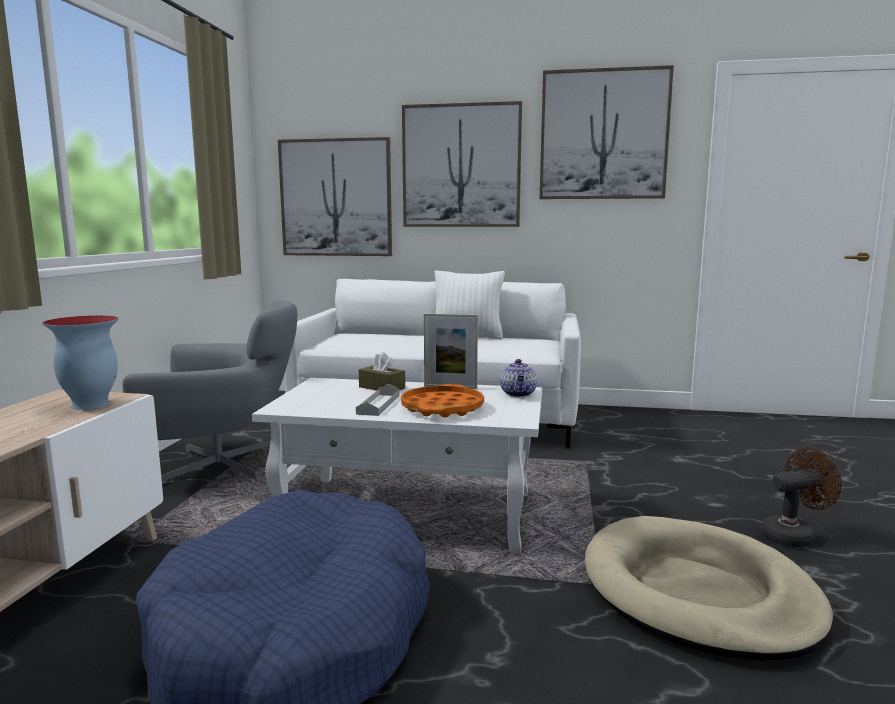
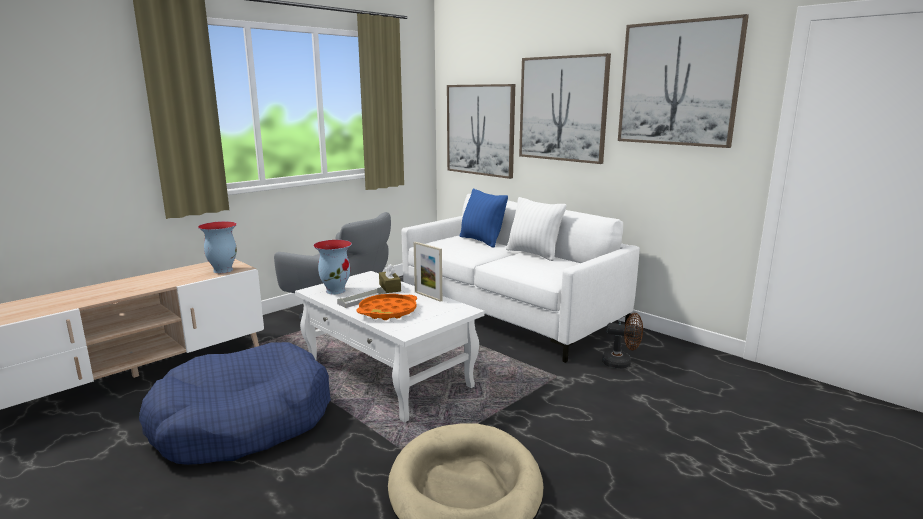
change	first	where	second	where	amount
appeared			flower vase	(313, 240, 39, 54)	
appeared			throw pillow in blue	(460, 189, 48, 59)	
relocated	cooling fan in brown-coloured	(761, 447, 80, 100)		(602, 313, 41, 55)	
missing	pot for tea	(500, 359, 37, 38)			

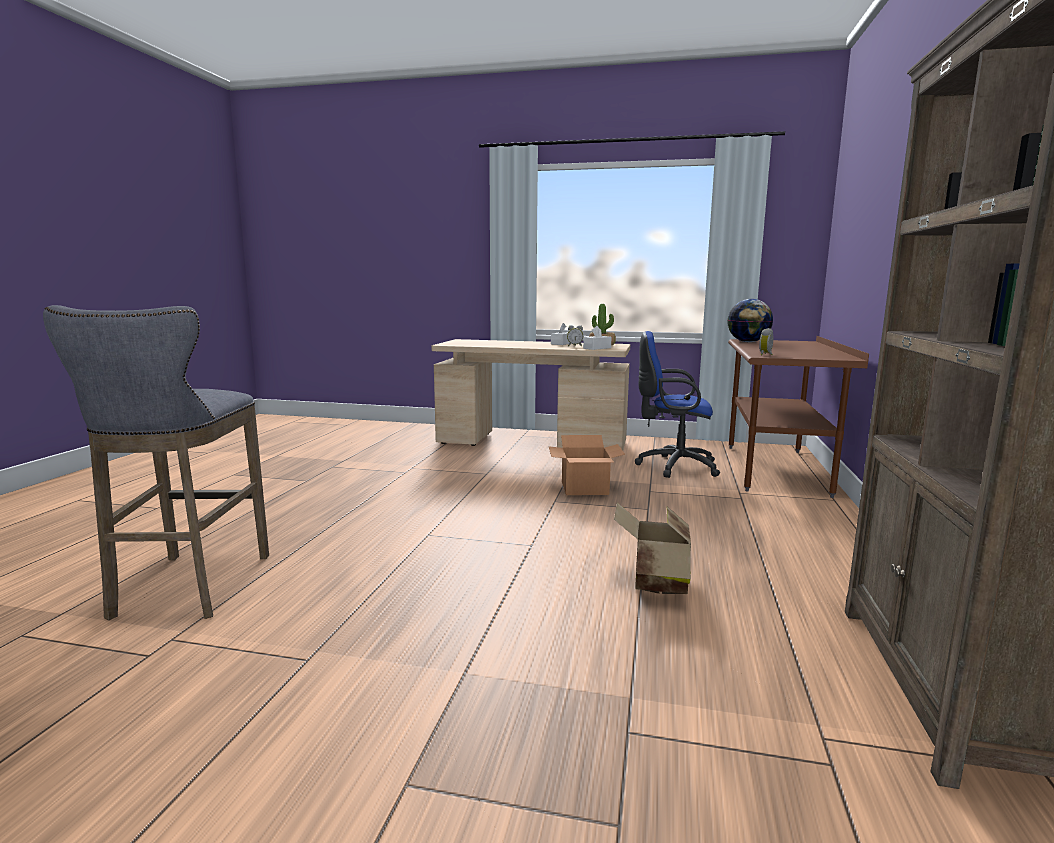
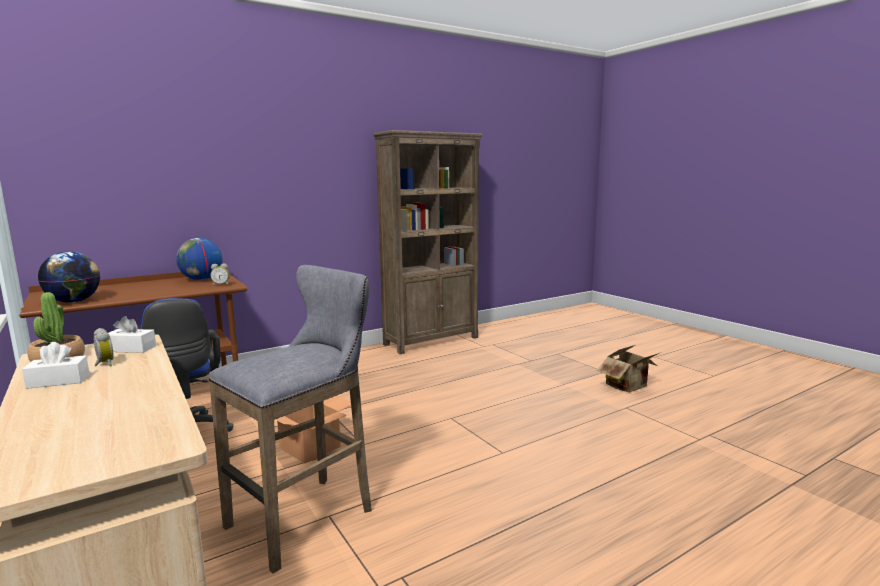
change	first	where	second	where	amount
appeared			world globe	(176, 238, 47, 42)	
relocated	stool seat in grey	(43, 305, 226, 315)		(209, 265, 163, 308)	
relocated	carton	(614, 503, 77, 91)		(597, 345, 65, 48)	

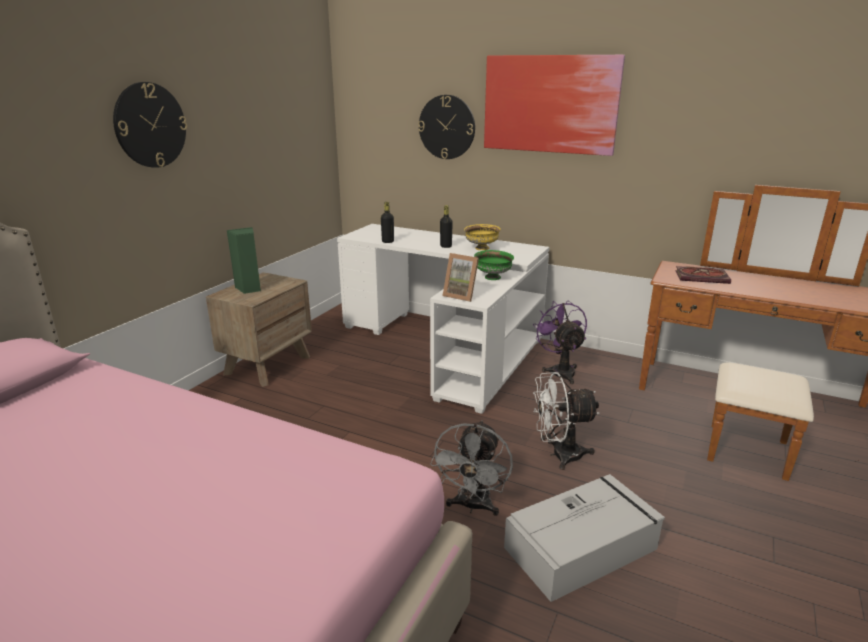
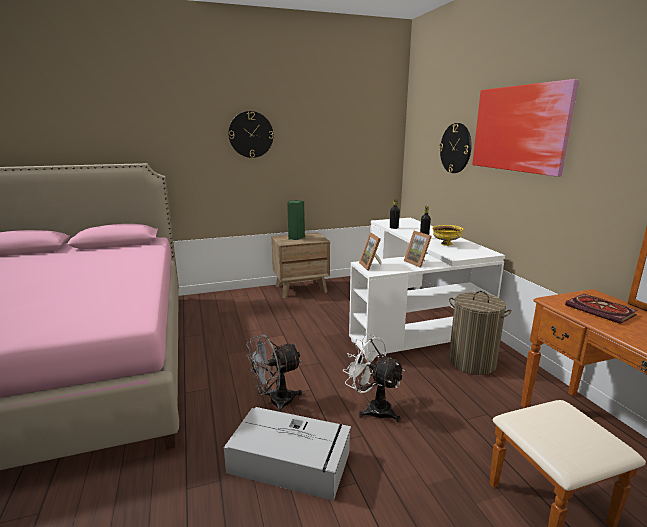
change	first	where	second	where	amount
exchanged	serving bowl in green	(474, 250, 40, 30)	picture frame	(404, 231, 28, 37)	
exchanged	cooling fan in purple	(533, 301, 54, 83)	laundry basket	(449, 291, 63, 84)	

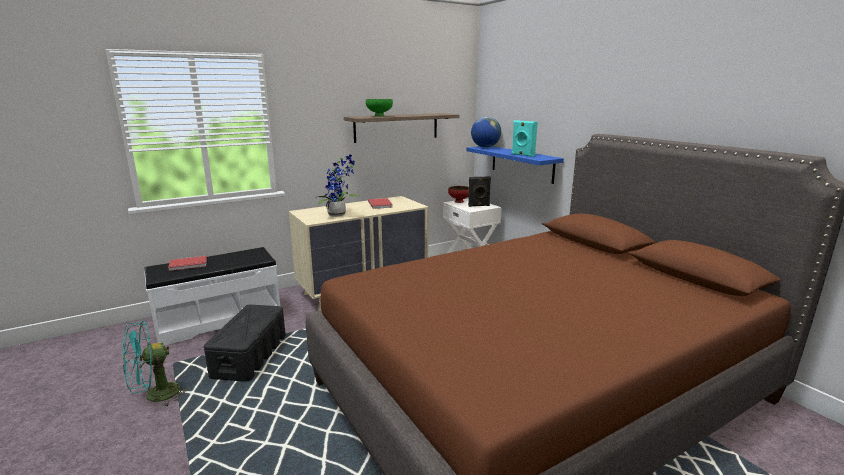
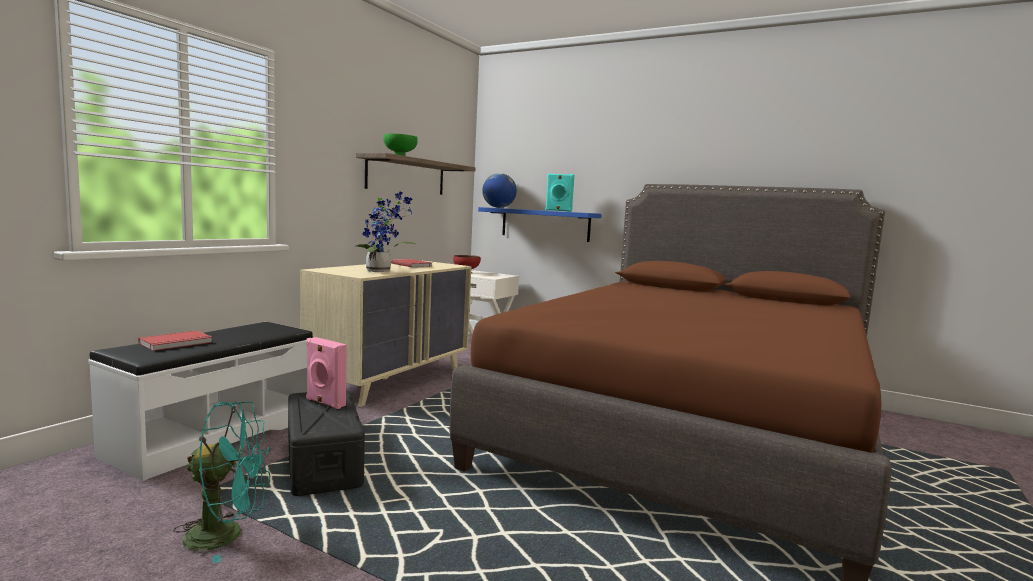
change	first	where	second	where	amount
spun	cooling fan in turquoise	(122, 321, 69, 87)		(173, 401, 97, 162)	120 degrees counterclockwise
appeared			audio speaker in pink-coloured	(306, 337, 41, 72)	
missing	audio speaker in blackish	(468, 177, 23, 30)			

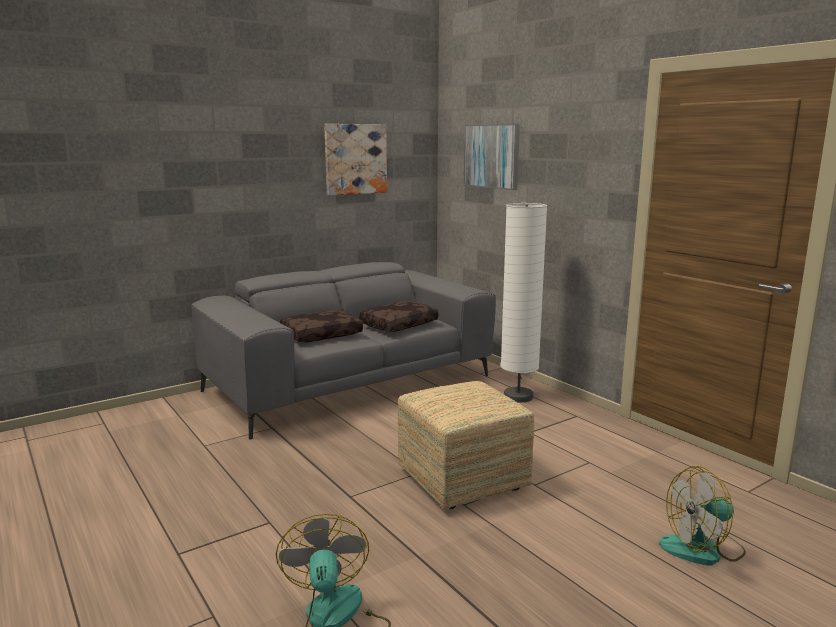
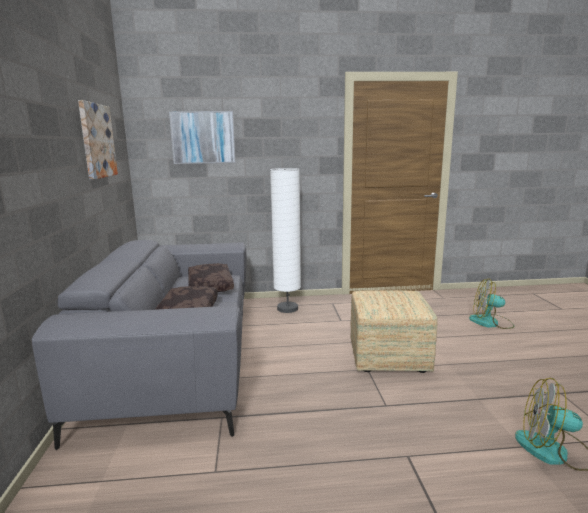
change	first	where	second	where	amount
spun	cooling fan	(659, 466, 87, 99)		(469, 279, 45, 50)	90 degrees clockwise

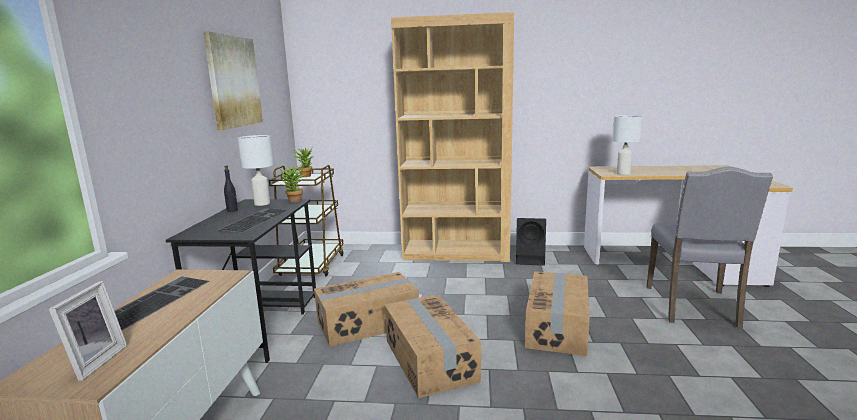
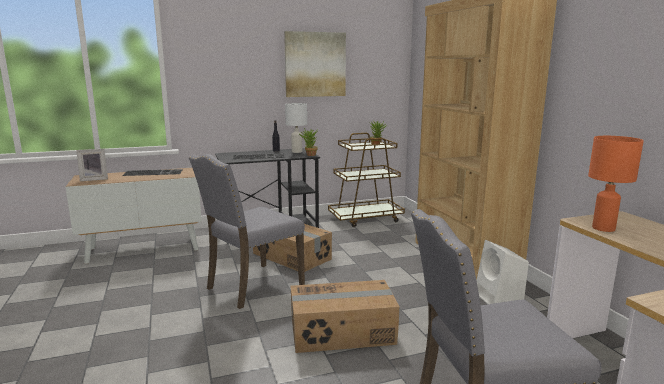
change	first	where	second	where	amount
exchanged	carton	(385, 295, 96, 103)	chair in grey	(189, 154, 116, 155)	
colour	audio speaker in blackish	(516, 218, 30, 48)	audio speaker in white	(476, 240, 53, 64)	
colour	tabletop lamp in white	(612, 115, 30, 60)	tabletop lamp in orange	(588, 136, 56, 96)	

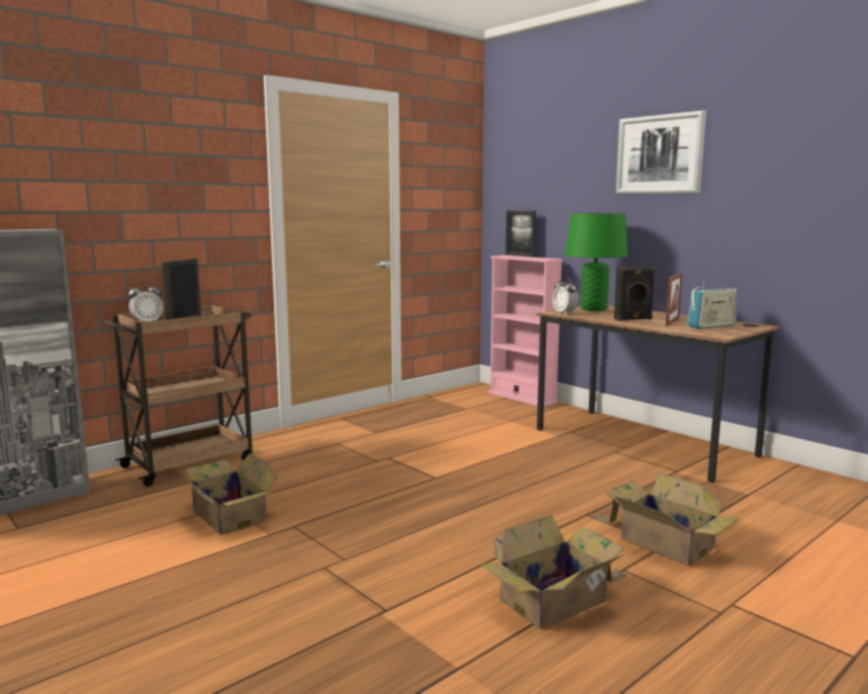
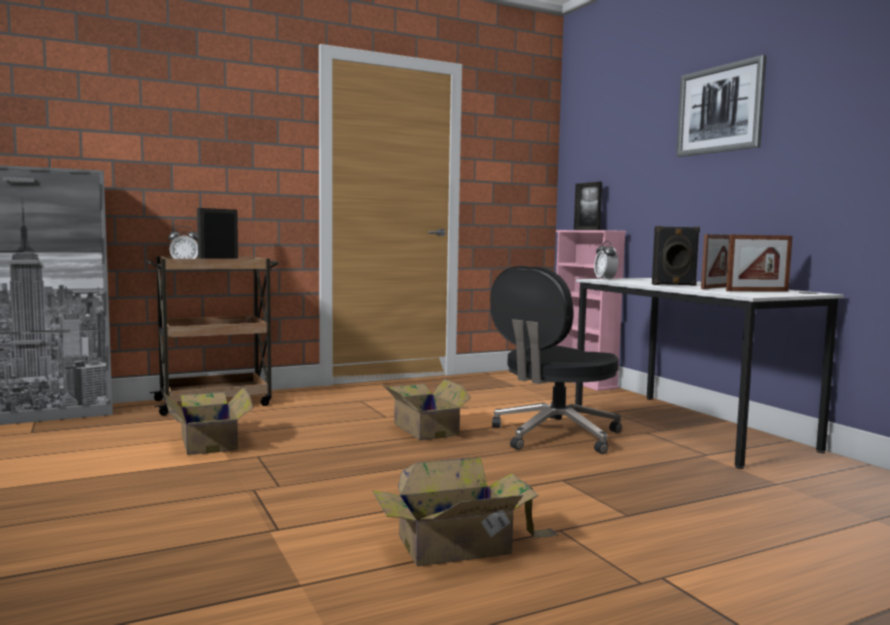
change	first	where	second	where	amount
relocated	carton	(593, 473, 147, 93)		(383, 379, 88, 61)	
appeared			desk chair in blackish	(490, 266, 132, 188)	
colour	desk unit in brown-coloured	(537, 305, 242, 178)	desk unit in white	(575, 278, 269, 191)	
exchanged	radio set	(688, 281, 50, 48)	picture frame	(726, 235, 67, 56)	
missing	tabletop lamp in green	(565, 213, 63, 98)			

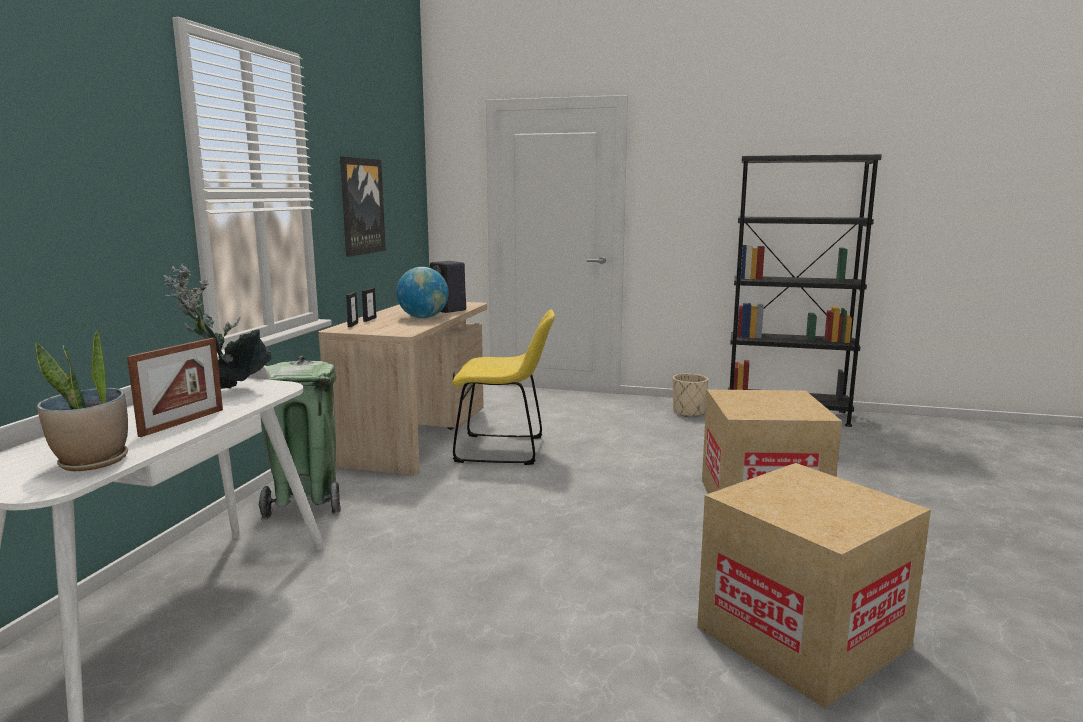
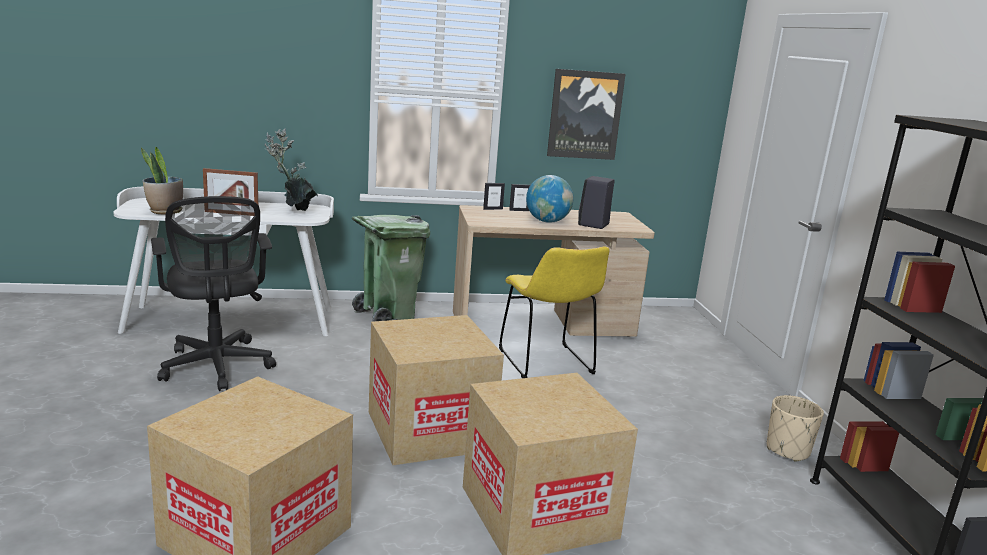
change	first	where	second	where	amount
appeared			desk chair in blackish	(151, 196, 125, 195)	
appeared			carton	(369, 315, 135, 150)	

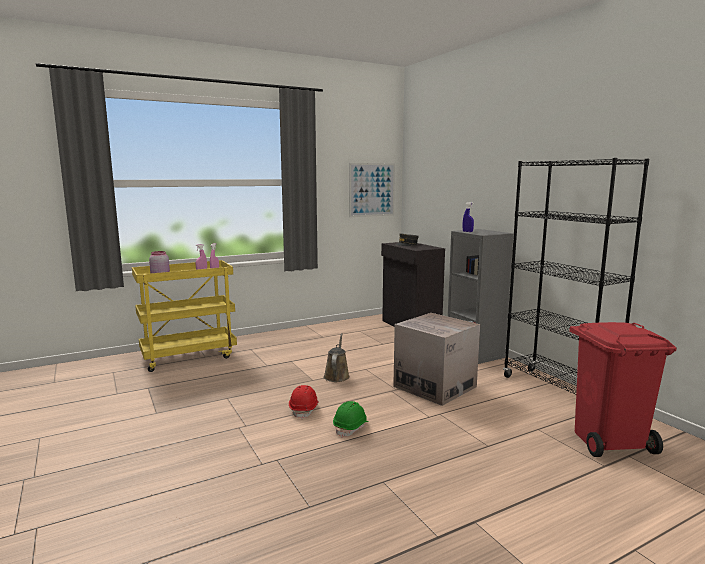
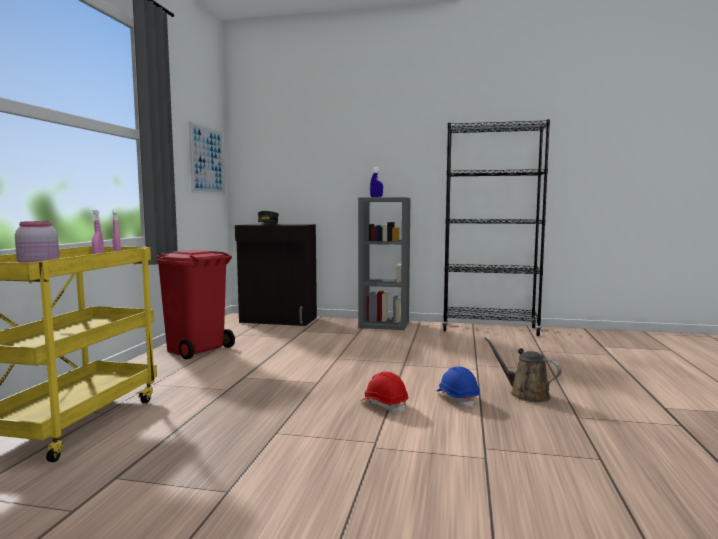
change	first	where	second	where	amount
relocated	rubbish bin in reddish	(569, 322, 108, 135)		(157, 250, 78, 110)	
colour	safety helmet in green	(333, 401, 36, 37)	safety helmet in blue	(437, 367, 43, 41)	
relocated	watering can in brown-coloured	(323, 333, 27, 49)		(484, 337, 78, 65)	
missing	carton	(393, 313, 87, 93)			

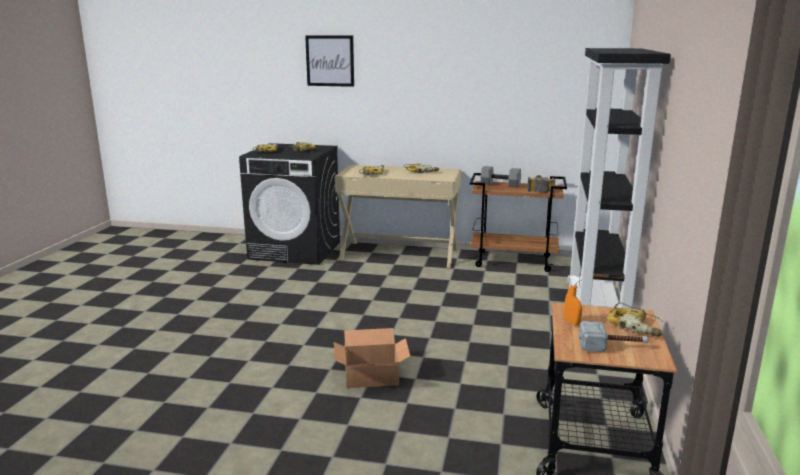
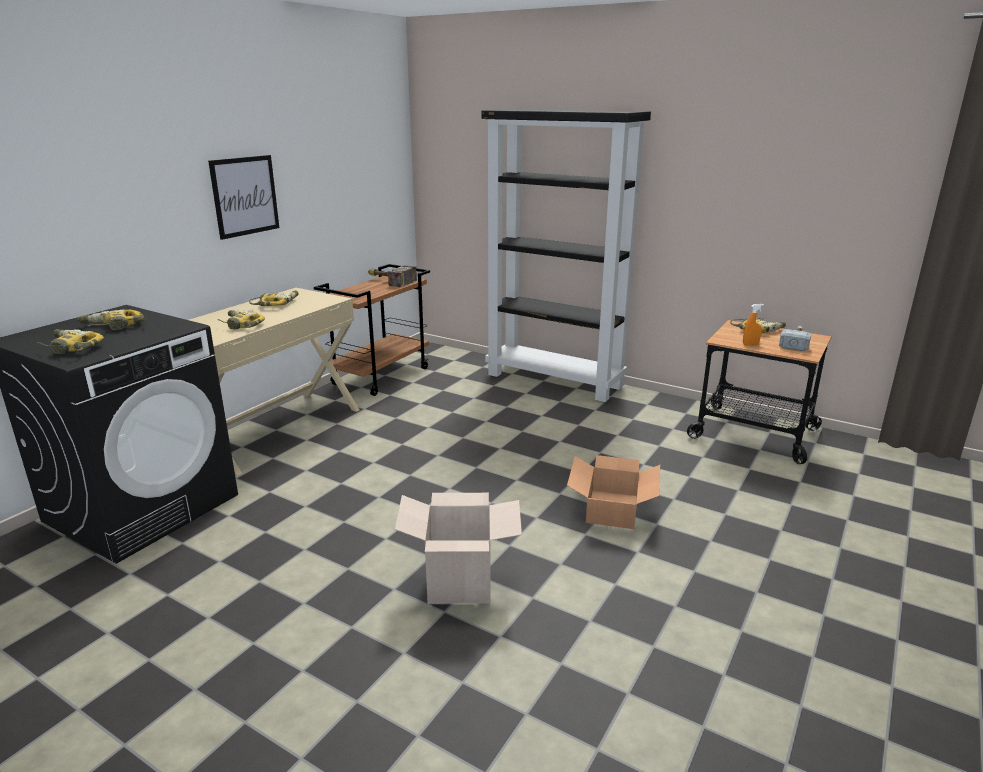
change	first	where	second	where	amount
relocated	wall art	(305, 35, 49, 52)		(208, 155, 71, 85)	
appeared			carton	(395, 493, 127, 111)	
missing	dumbbell in grey	(481, 166, 40, 21)			

